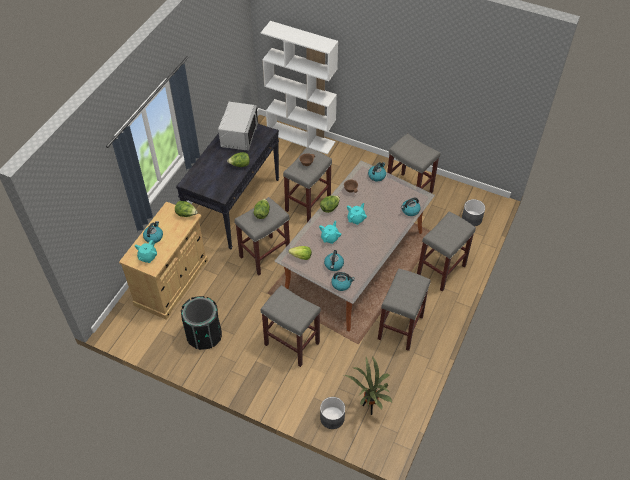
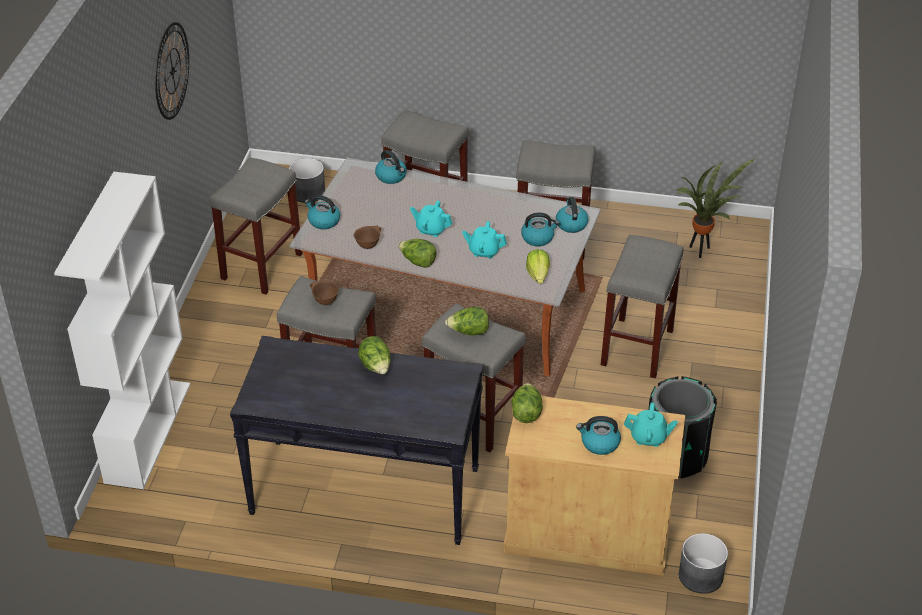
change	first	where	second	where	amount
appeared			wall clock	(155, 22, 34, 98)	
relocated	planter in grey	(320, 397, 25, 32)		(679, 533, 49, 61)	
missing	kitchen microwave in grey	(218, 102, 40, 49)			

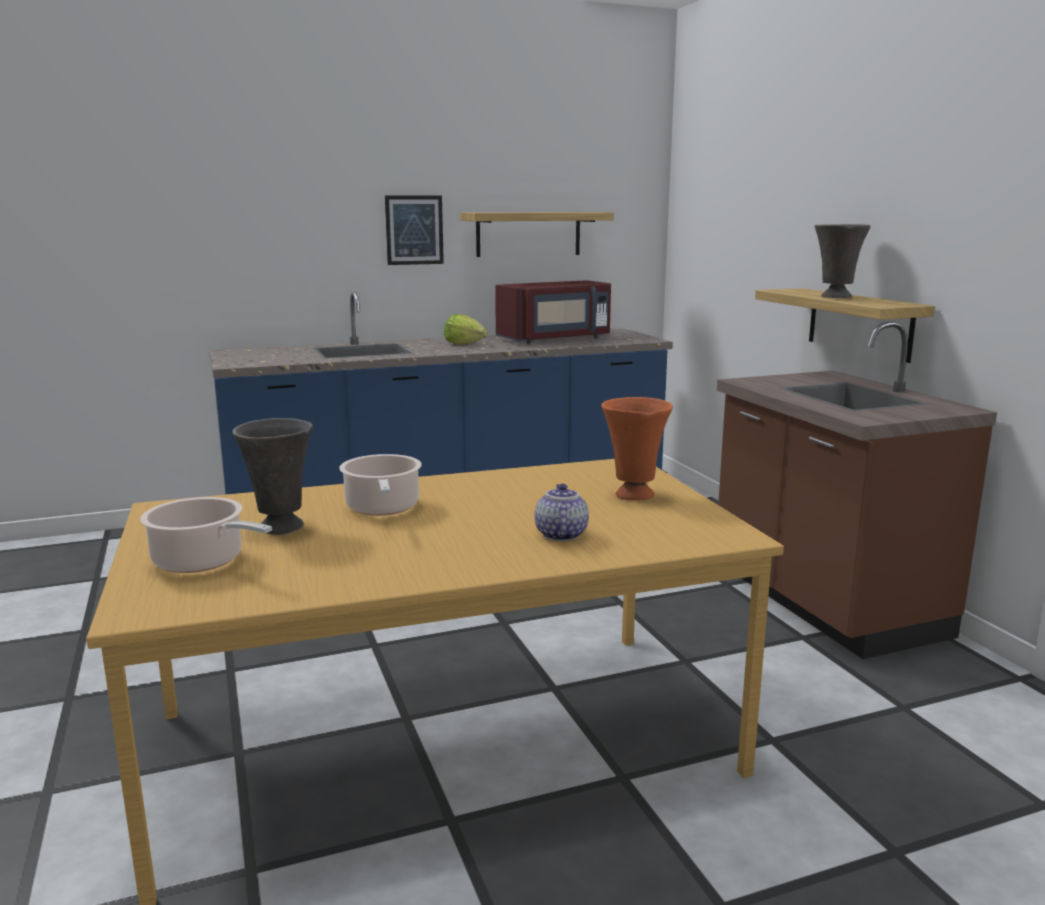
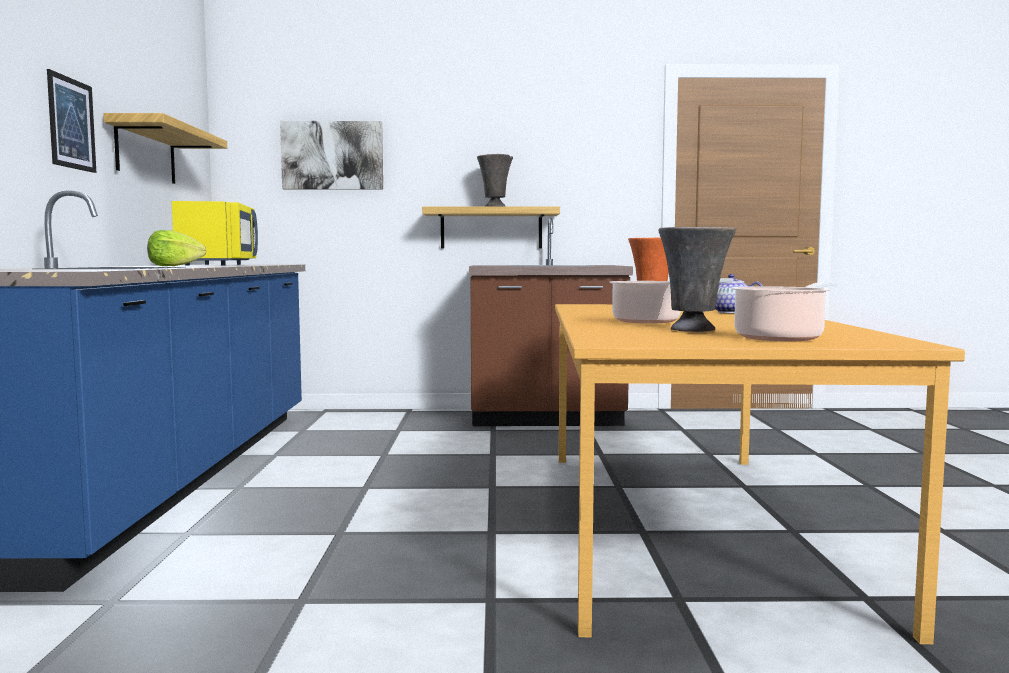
change	first	where	second	where	amount
colour	kitchen microwave in reddish	(495, 280, 116, 64)	kitchen microwave in yellow-coloured	(172, 201, 86, 65)	
appeared			wall art	(280, 121, 103, 69)	

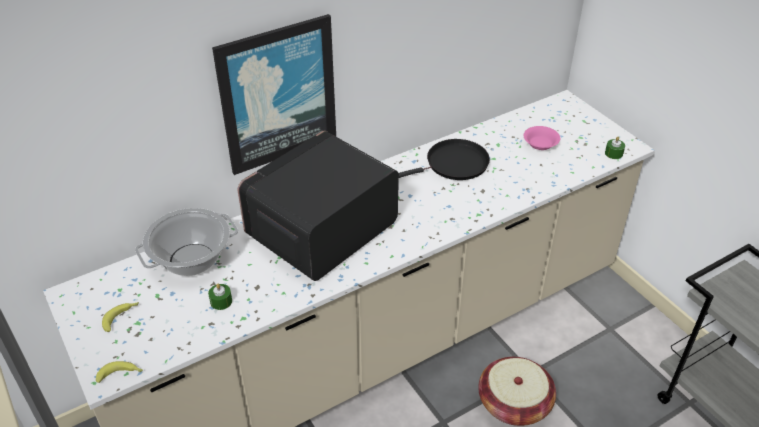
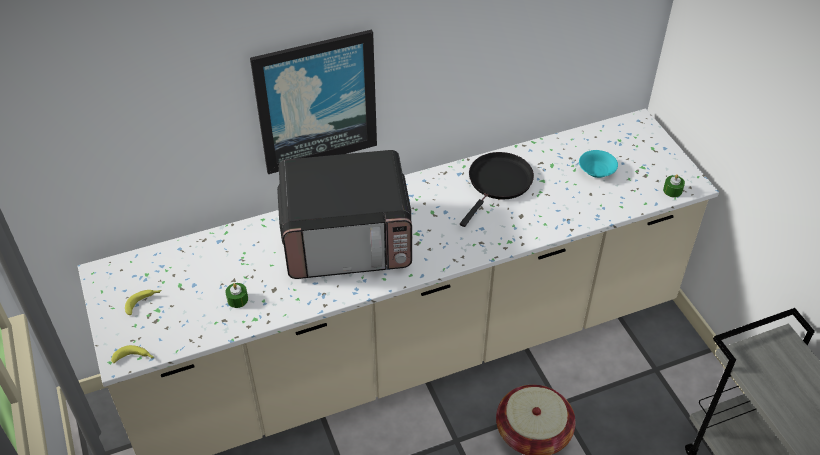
change	first	where	second	where	amount
spun	kitchen microwave	(238, 131, 161, 150)		(277, 150, 135, 129)	150 degrees counterclockwise
spun	pan in blackish	(399, 139, 91, 41)		(460, 152, 74, 75)	45 degrees counterclockwise
colour	serving bowl in pink-coloured	(524, 126, 36, 24)	serving bowl in turquoise	(579, 150, 39, 28)	
missing	saucepot	(135, 208, 103, 68)			

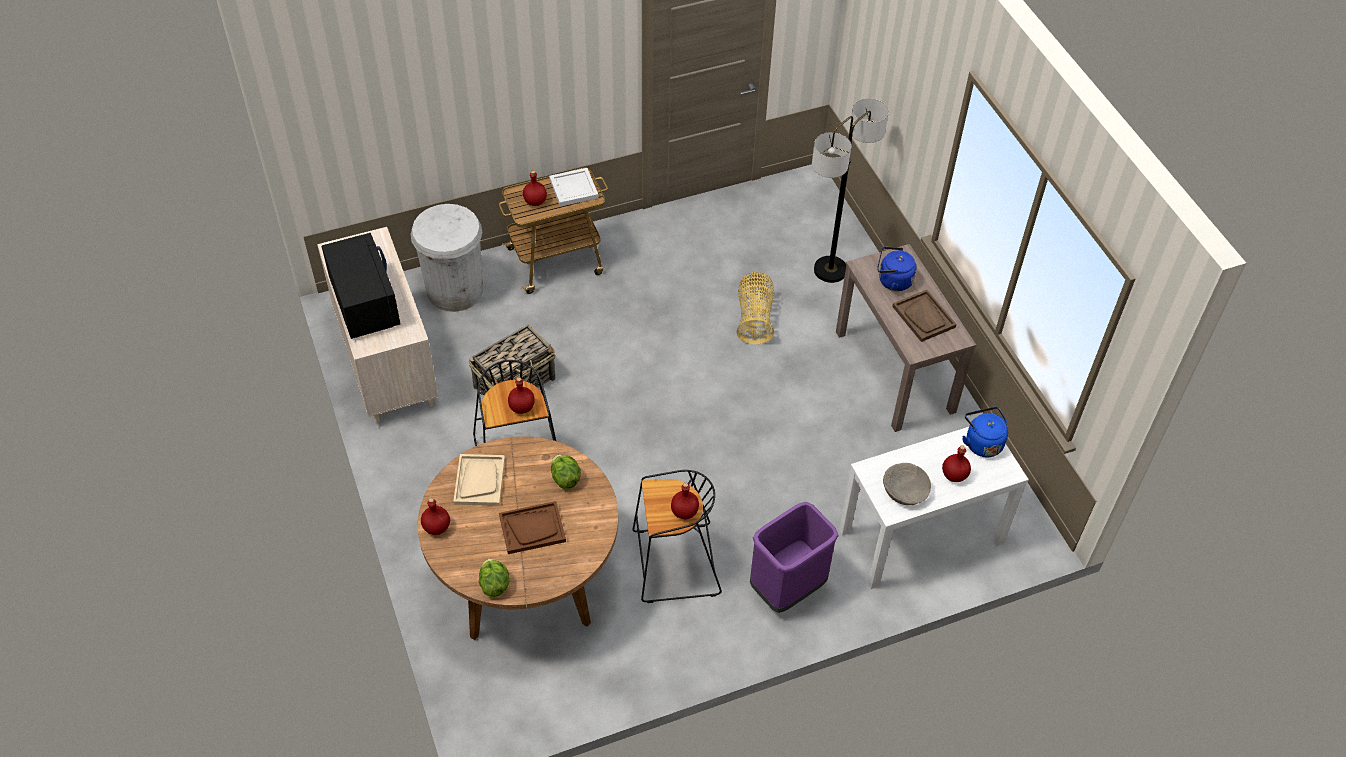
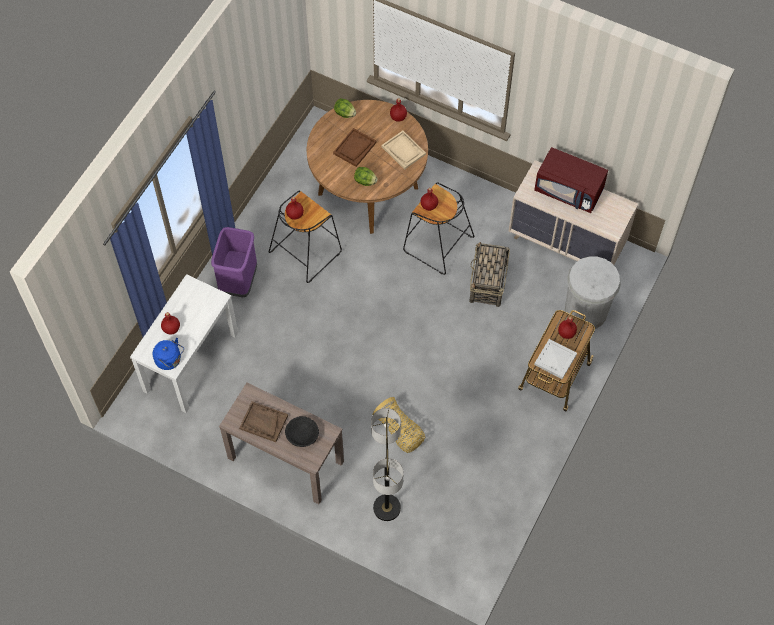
change	first	where	second	where	amount
exchanged	water kettle in blue	(877, 247, 40, 44)	serving bowl in blackish	(285, 416, 34, 31)	
colour	kitchen microwave in blackish	(322, 233, 79, 106)	kitchen microwave in reddish	(534, 147, 74, 66)	
missing	serving bowl in beige-coloured	(883, 463, 48, 42)			

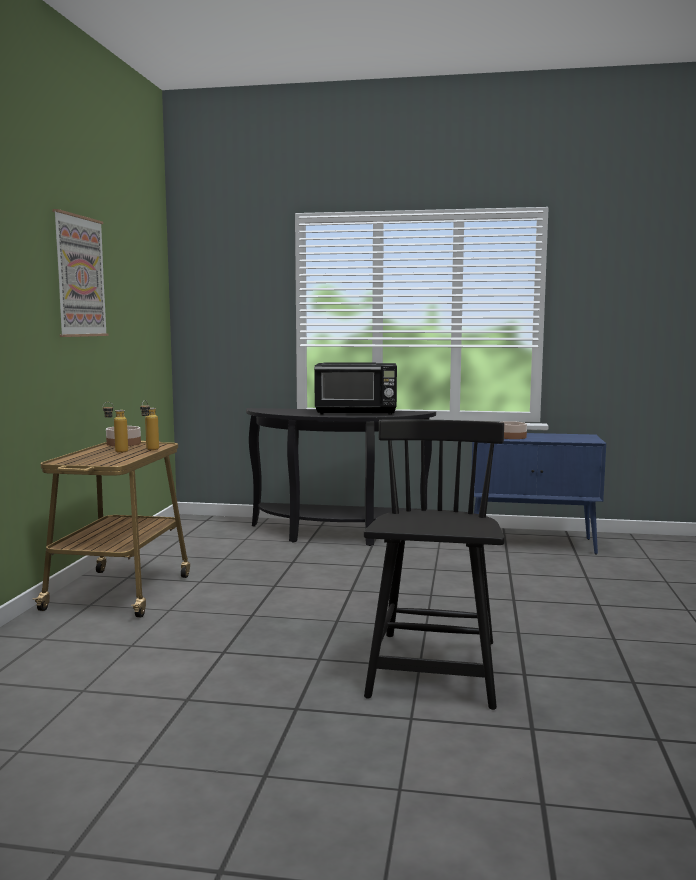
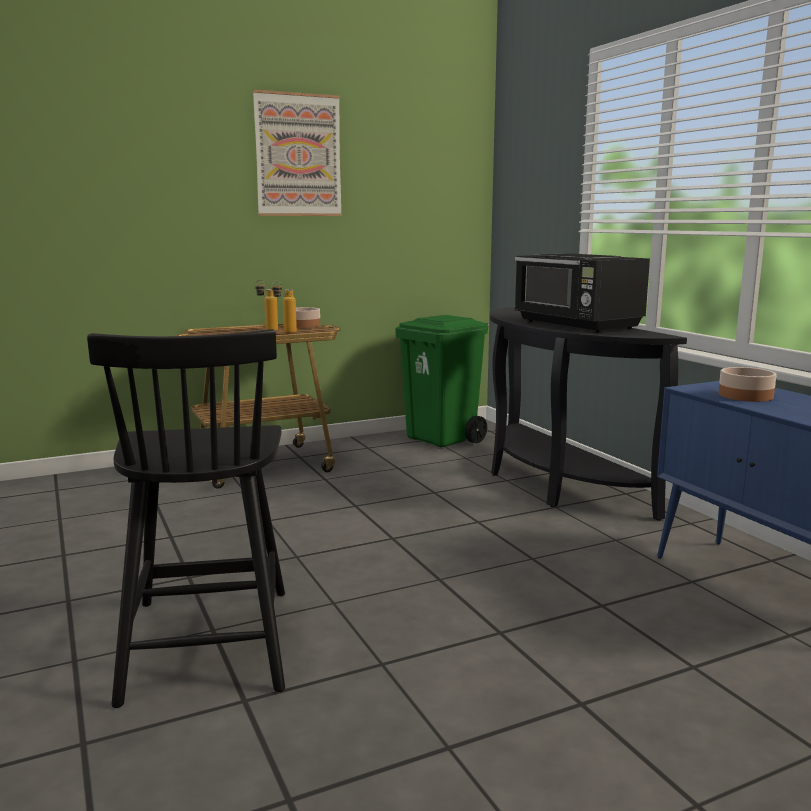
change	first	where	second	where	amount
spun	chair in blackish	(364, 419, 141, 291)		(87, 329, 198, 379)	105 degrees clockwise
appeared			rubbish bin in green	(395, 315, 94, 132)	

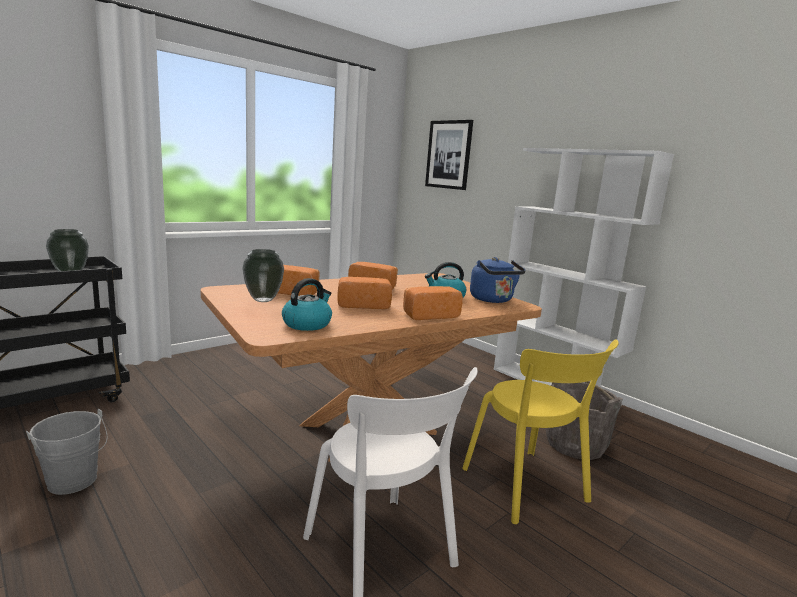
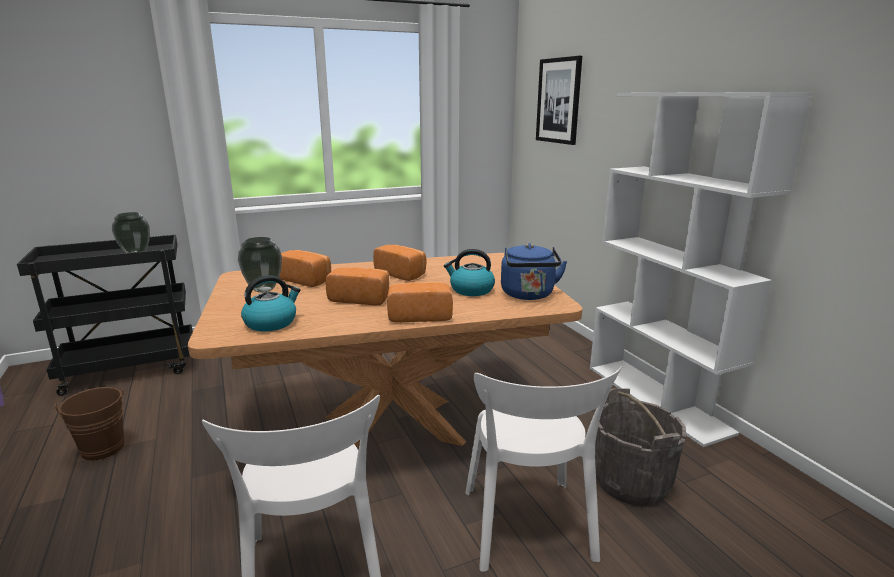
change	first	where	second	where	amount
colour	pail in grey	(26, 408, 82, 87)	pail in brown-coloured	(55, 387, 70, 74)	
colour	chair in yellow-coloured	(462, 339, 157, 185)	chair in white	(465, 366, 158, 206)	

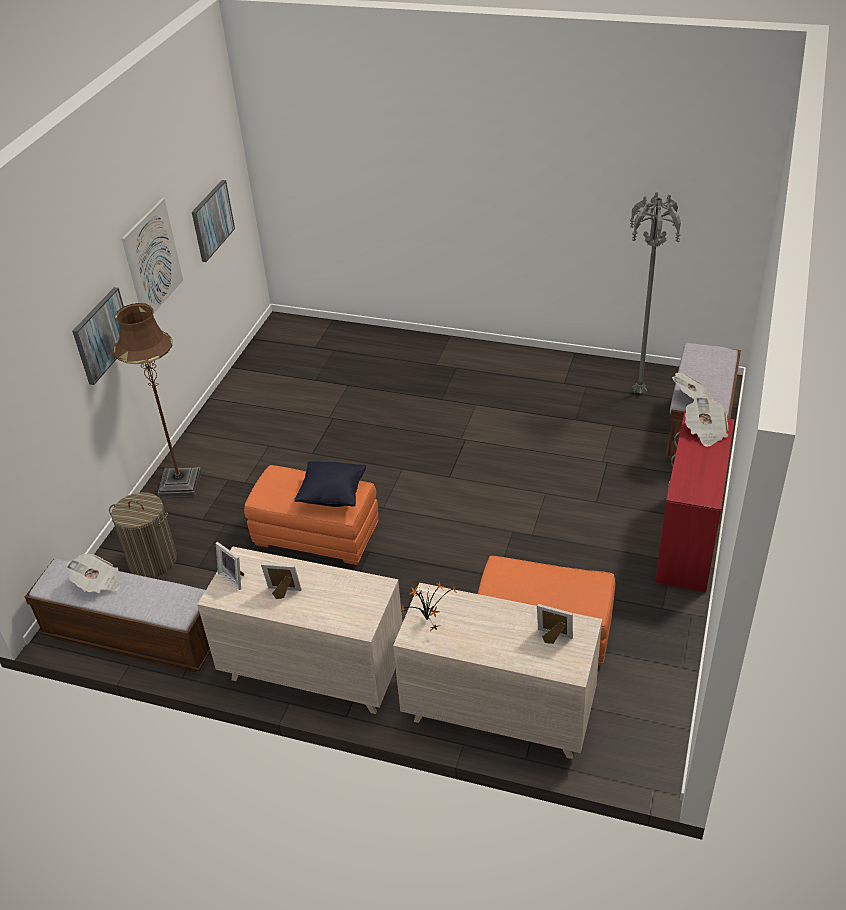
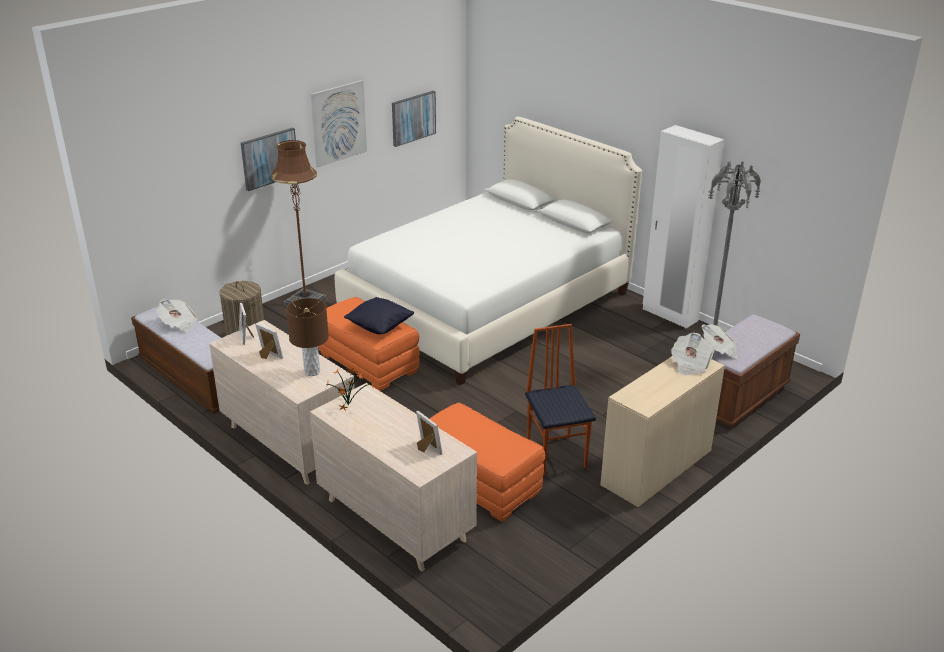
change	first	where	second	where	amount
appeared			tabletop lamp in brown-coloured	(286, 298, 43, 78)	
appeared			bed in white	(335, 116, 307, 269)	
appeared			chair	(525, 324, 71, 151)	
colour	desk unit in reddish	(655, 412, 80, 180)	desk unit in beige-coloured	(600, 356, 125, 151)	
appeared			armoire in white	(643, 125, 81, 203)	

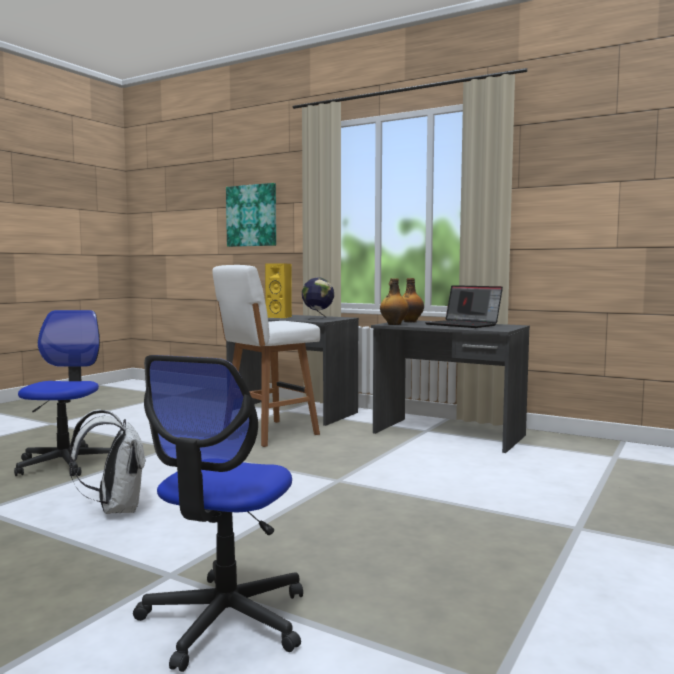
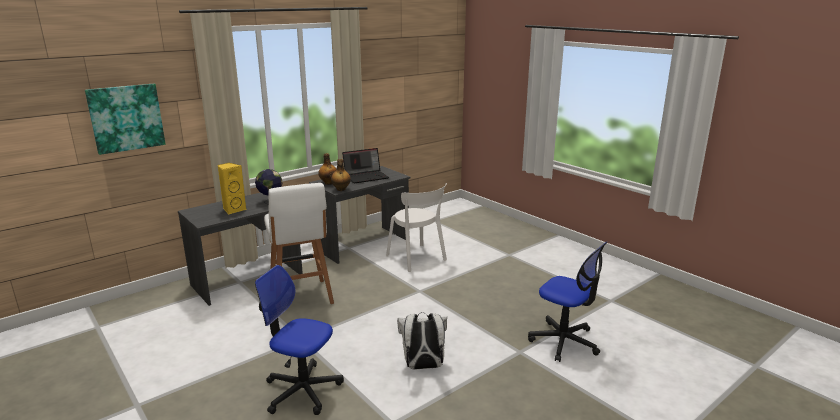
change	first	where	second	where	amount
appeared			chair in white	(386, 183, 61, 89)	

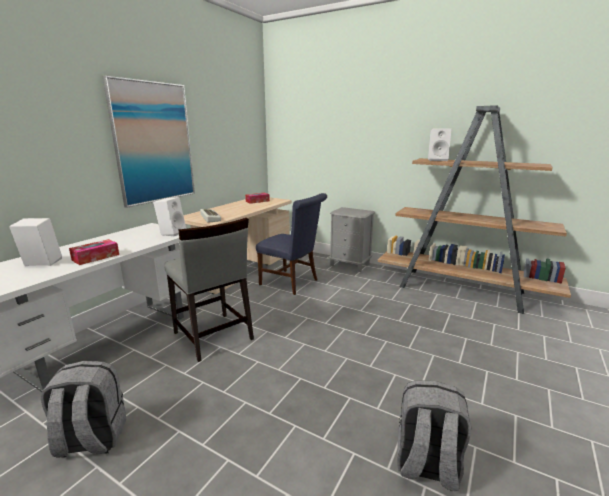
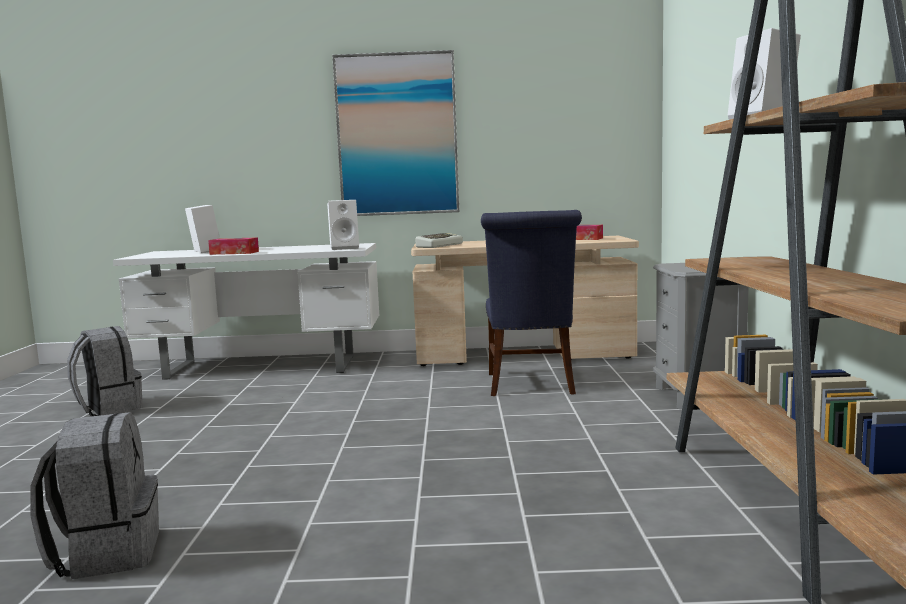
change	first	where	second	where	amount
missing	chair in grey	(164, 218, 90, 144)			

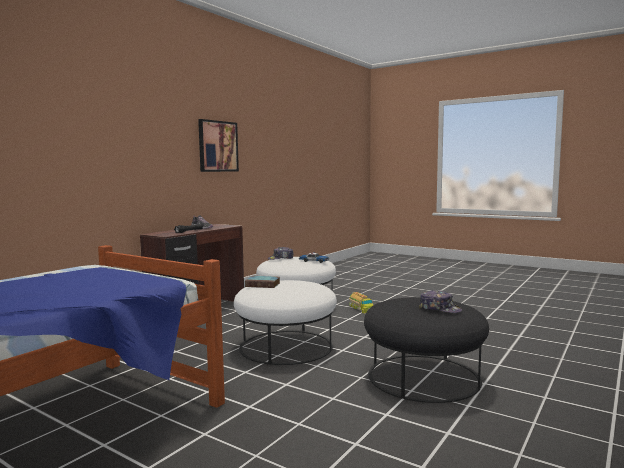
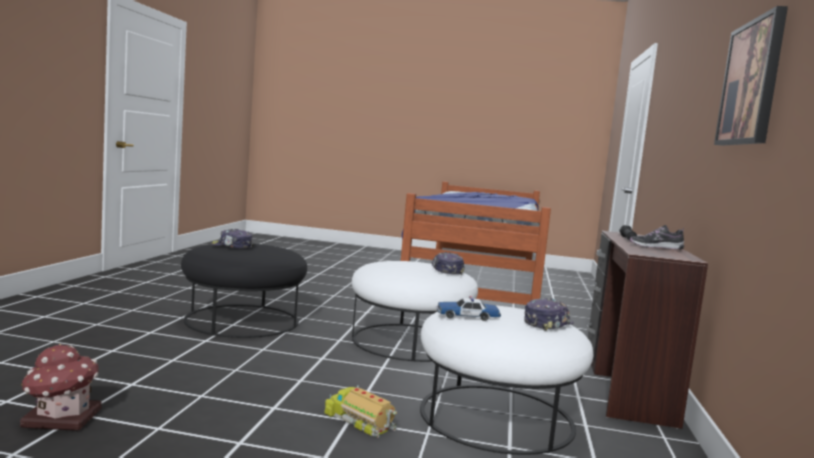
change	first	where	second	where	amount
appeared			toy house	(20, 344, 82, 87)	
exchanged	volume	(245, 276, 35, 12)	cap	(431, 252, 34, 23)	

